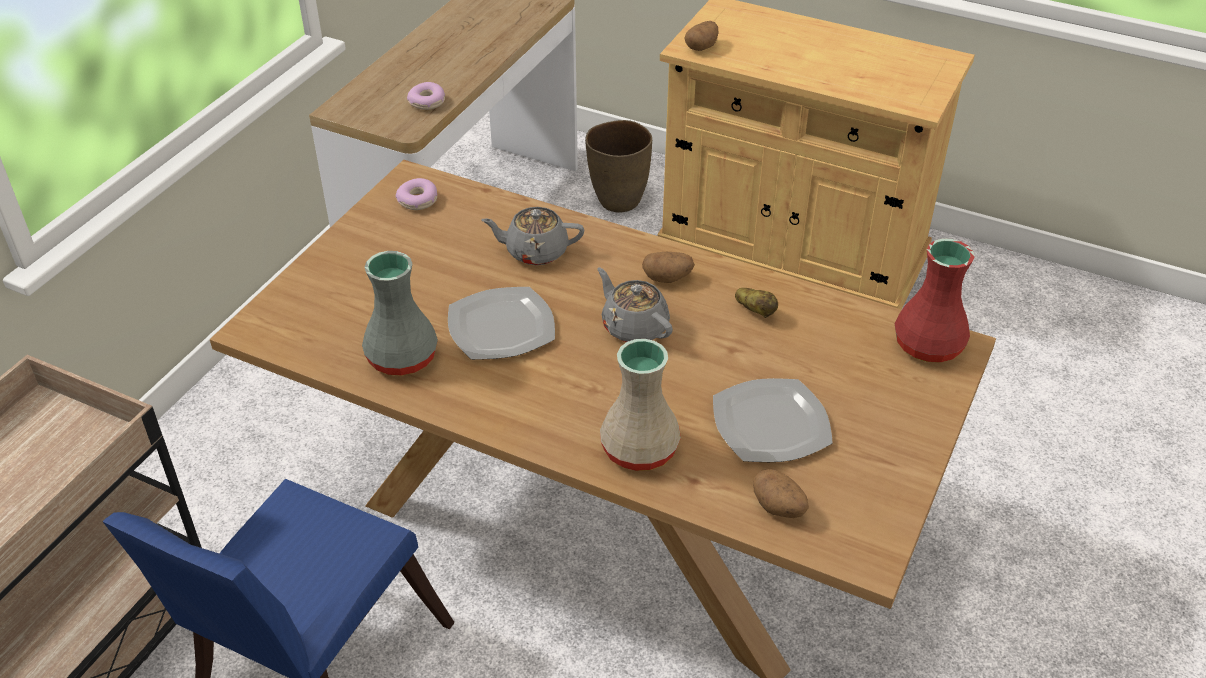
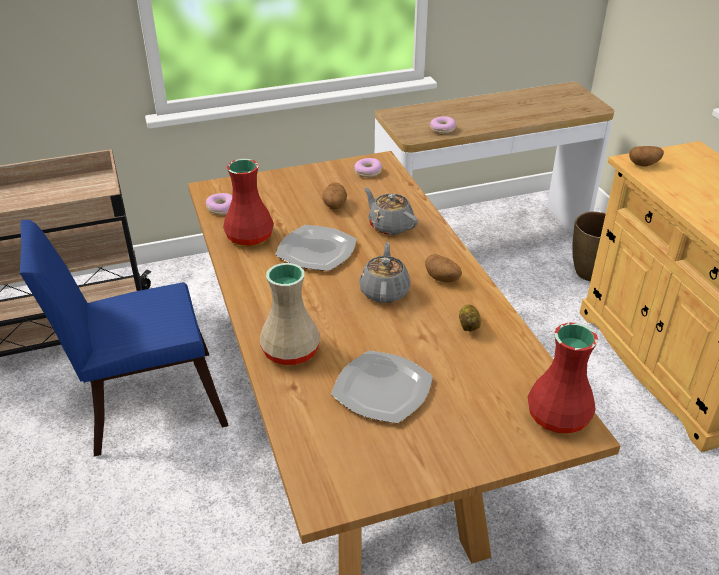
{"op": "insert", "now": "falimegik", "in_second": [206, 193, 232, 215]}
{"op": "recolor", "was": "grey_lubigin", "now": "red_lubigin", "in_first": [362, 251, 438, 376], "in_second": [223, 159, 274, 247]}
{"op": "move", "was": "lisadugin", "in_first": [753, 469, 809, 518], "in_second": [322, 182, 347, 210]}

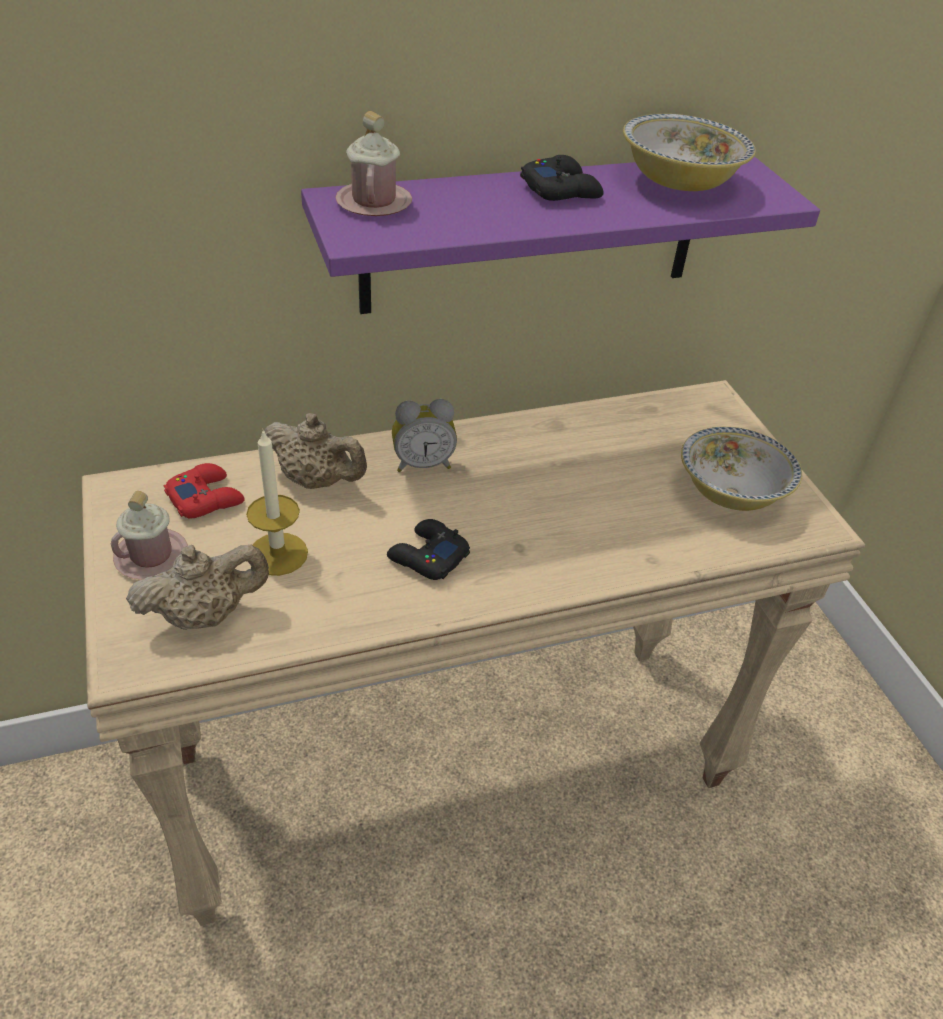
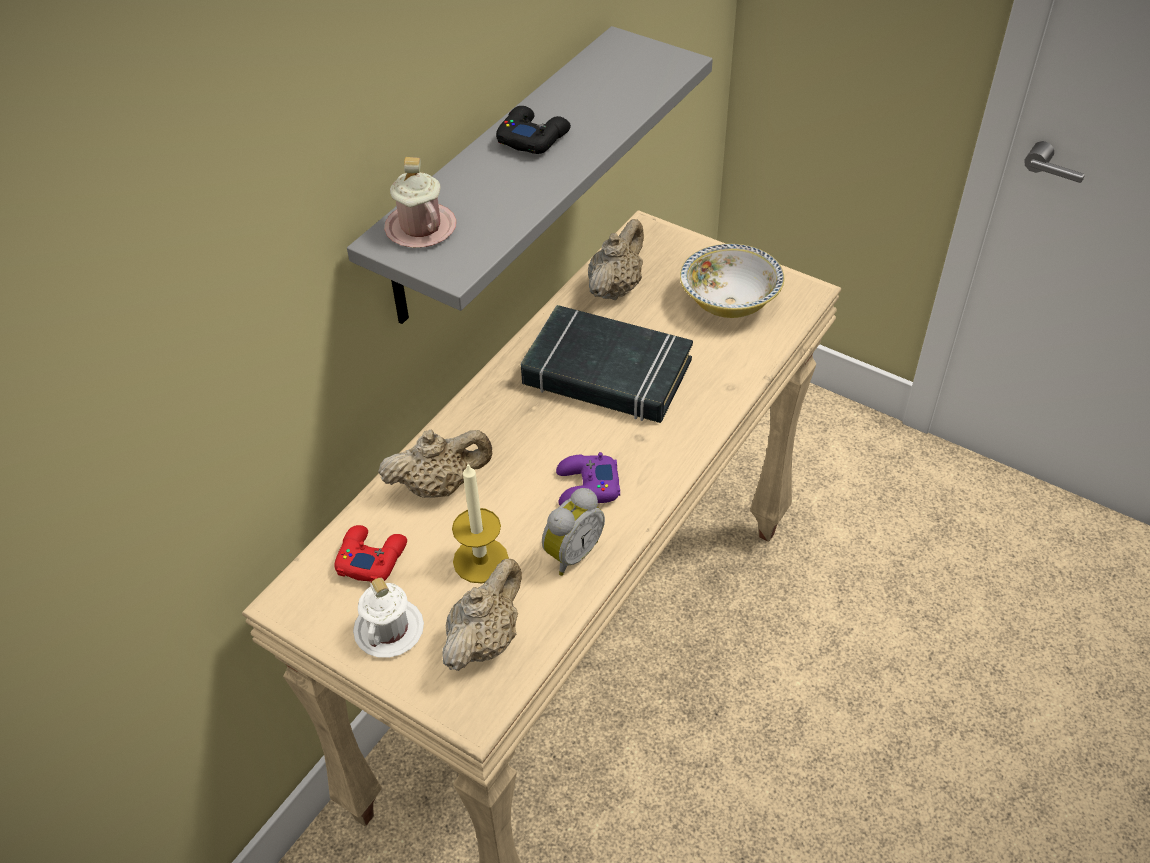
{"op": "recolor", "was": "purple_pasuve", "now": "grey_pasuve", "in_first": [301, 156, 820, 314], "in_second": [347, 26, 713, 324]}
{"op": "recolor", "was": "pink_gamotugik", "now": "white_gamotugik", "in_first": [111, 491, 188, 579], "in_second": [353, 578, 424, 658]}
{"op": "insert", "now": "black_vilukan", "in_second": [521, 305, 693, 423]}
{"op": "move", "was": "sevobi", "in_first": [392, 399, 457, 472], "in_second": [542, 488, 605, 576]}
{"op": "recolor", "was": "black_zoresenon", "now": "purple_zoresenon", "in_first": [387, 519, 470, 580], "in_second": [556, 452, 620, 505]}
{"op": "insert", "now": "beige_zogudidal", "in_second": [588, 219, 644, 300]}
{"op": "delete", "was": "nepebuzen", "in_first": [623, 114, 756, 191]}

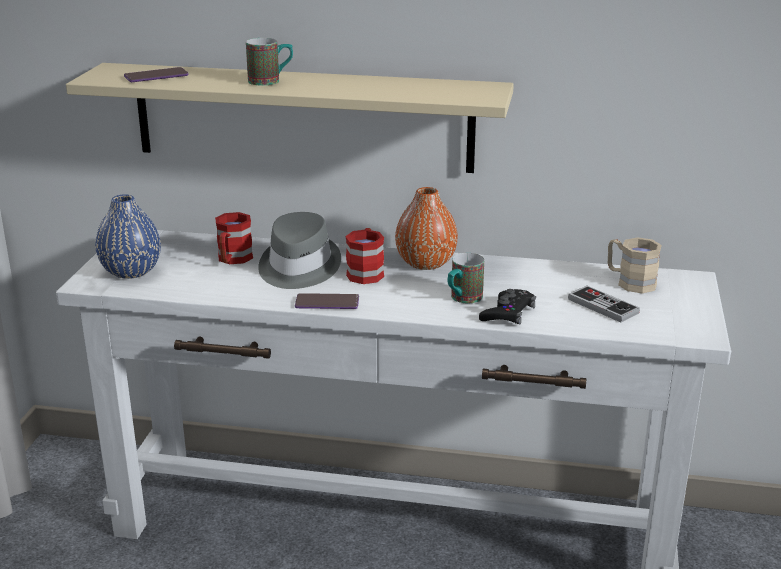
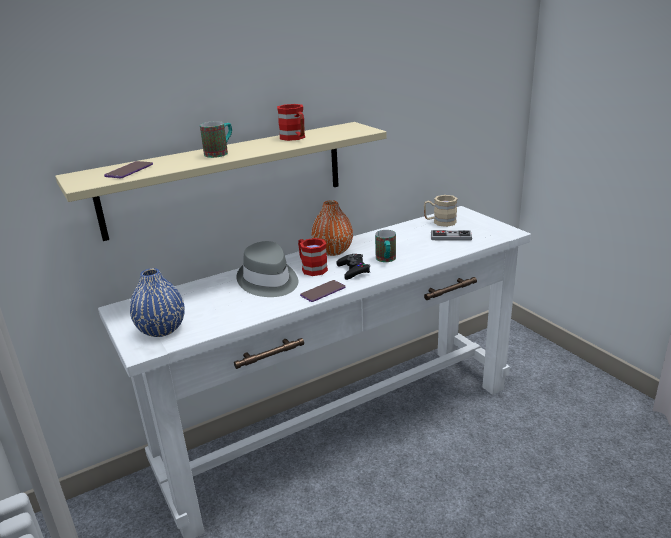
{"op": "move", "was": "red_gamotugik", "in_first": [215, 212, 253, 264], "in_second": [277, 104, 305, 141]}
{"op": "move", "was": "black_zoresenon", "in_first": [479, 289, 536, 325], "in_second": [336, 254, 370, 280]}

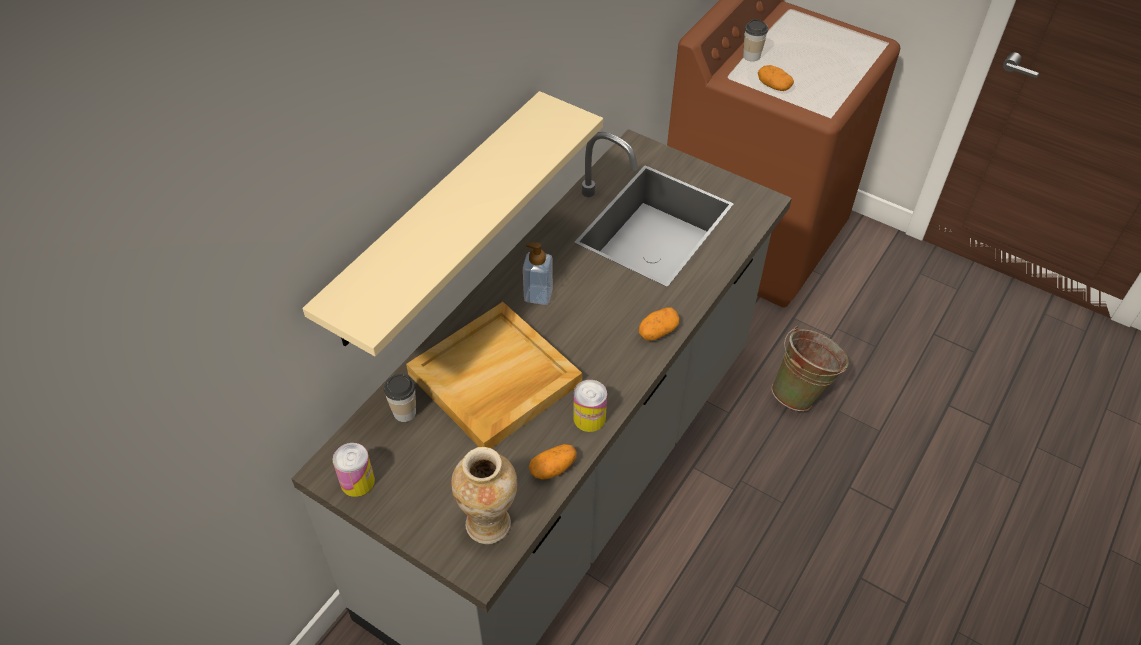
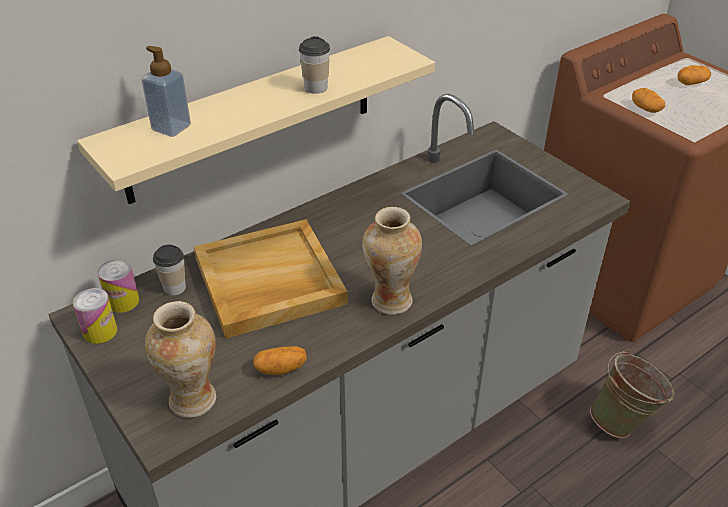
{"op": "move", "was": "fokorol", "in_first": [573, 380, 607, 432], "in_second": [97, 259, 139, 313]}
{"op": "move", "was": "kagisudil", "in_first": [523, 242, 553, 305], "in_second": [142, 46, 191, 137]}
{"op": "move", "was": "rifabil", "in_first": [743, 19, 768, 61], "in_second": [299, 36, 330, 94]}
{"op": "insert", "now": "lubigin", "in_second": [362, 207, 422, 315]}
{"op": "move", "was": "lisadugin", "in_first": [639, 307, 680, 341], "in_second": [677, 65, 711, 85]}

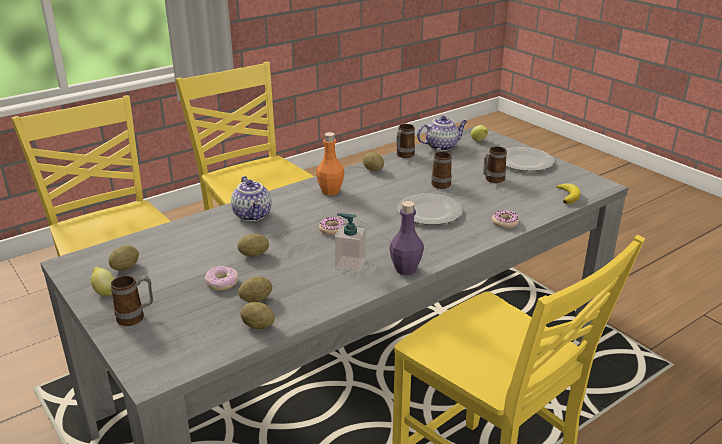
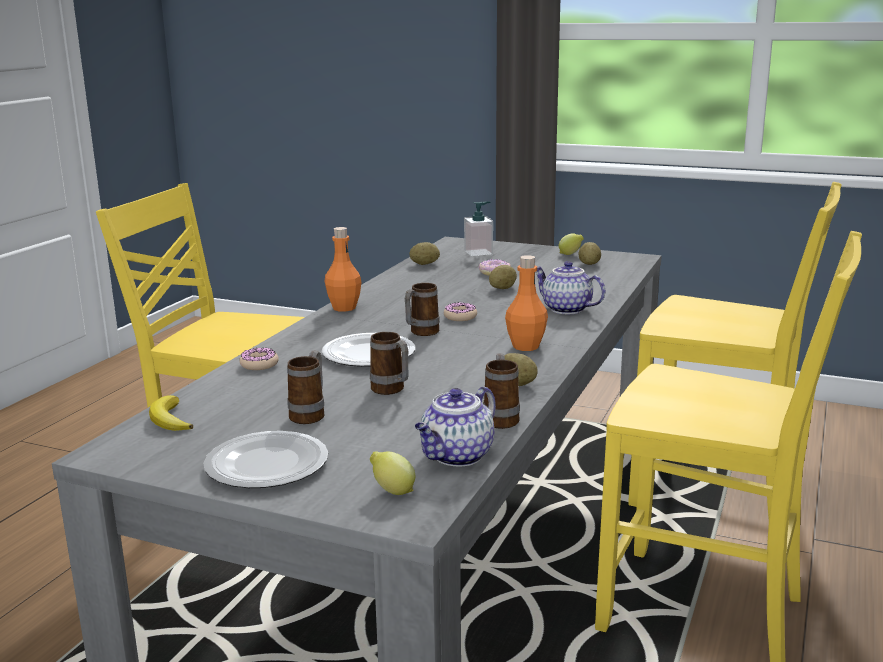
{"op": "recolor", "was": "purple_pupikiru", "now": "orange_pupikiru", "in_first": [389, 201, 424, 275], "in_second": [325, 227, 362, 312]}
{"op": "move", "was": "gamotugik", "in_first": [111, 275, 153, 326], "in_second": [405, 283, 440, 336]}
{"op": "move", "was": "kagisudil", "in_first": [335, 213, 366, 272], "in_second": [464, 201, 493, 256]}
{"op": "delete", "was": "lisadugin", "in_first": [238, 276, 272, 302]}

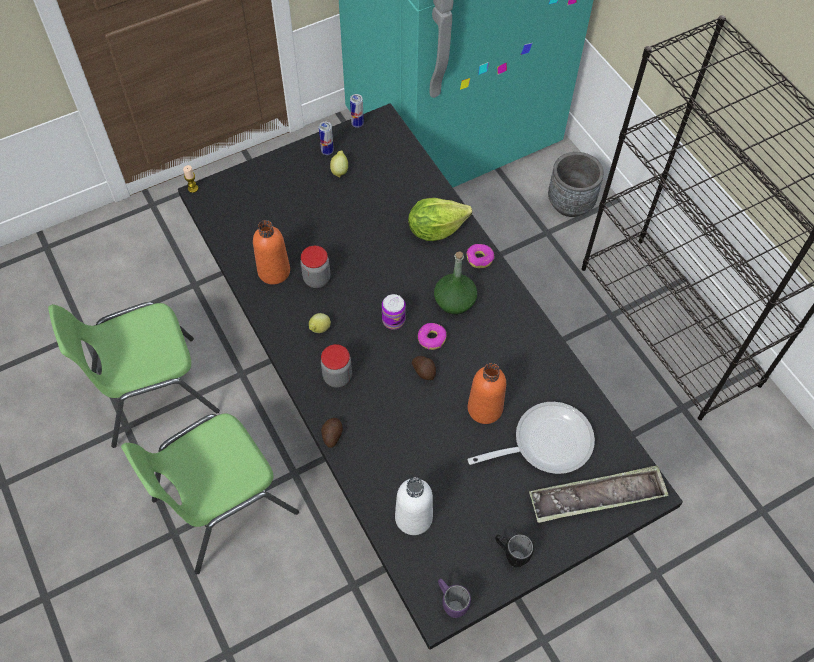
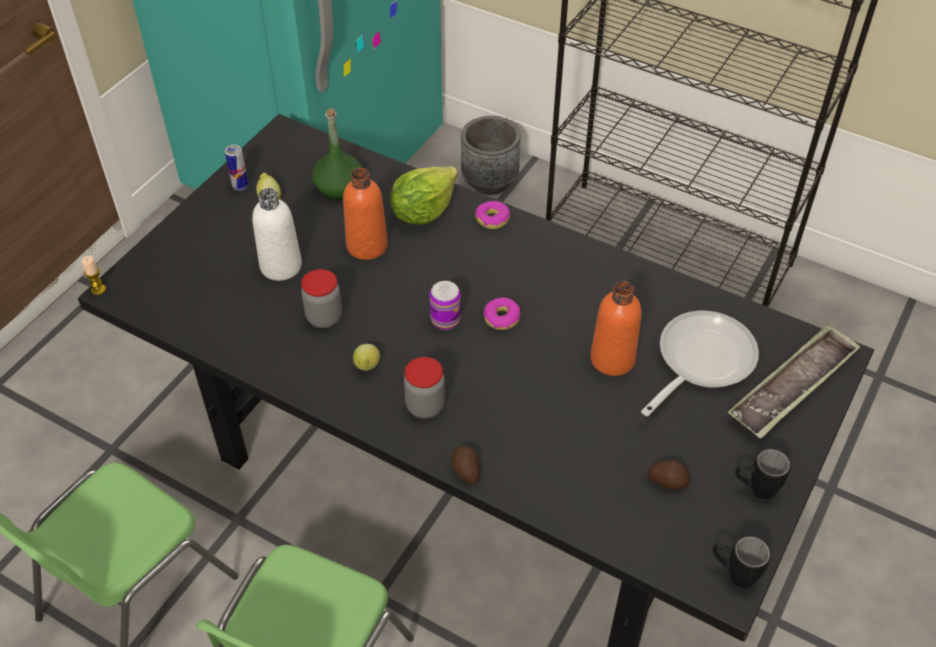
{"op": "move", "was": "white_pupikiru", "in_first": [395, 477, 433, 535], "in_second": [252, 188, 302, 281]}
{"op": "move", "was": "green_pupikiru", "in_first": [434, 251, 477, 315], "in_second": [312, 108, 362, 200]}
{"op": "move", "was": "orange_pupikiru", "in_first": [253, 220, 290, 285], "in_second": [343, 168, 388, 260]}
{"op": "move", "was": "lisadugin", "in_first": [412, 356, 436, 380], "in_second": [647, 460, 690, 490]}
{"op": "recolor", "was": "purple_gamotugik", "now": "black_gamotugik", "in_first": [438, 578, 471, 618], "in_second": [713, 536, 771, 588]}
{"op": "delete", "was": "fokorol", "in_first": [350, 94, 364, 128]}

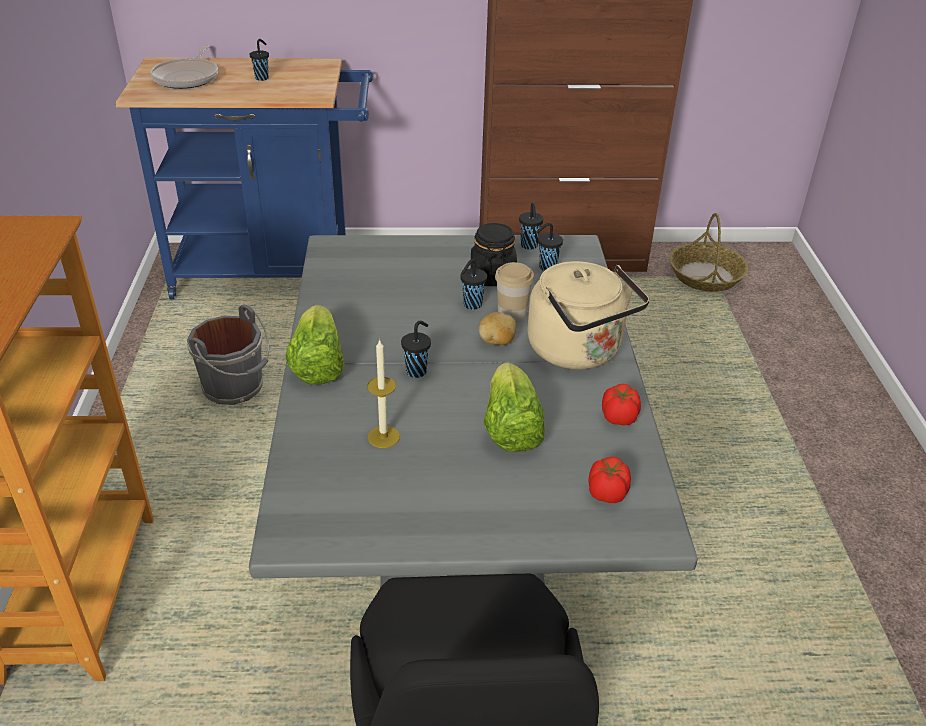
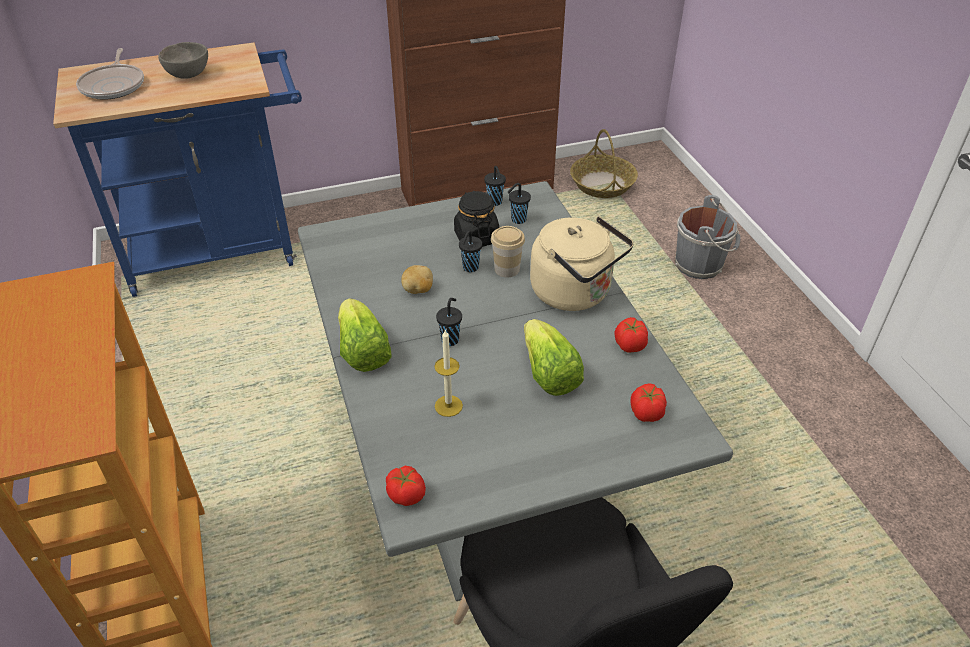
{"op": "replace", "was": "black_rifabil", "now": "grey_nepebuzen", "in_first": [249, 39, 269, 81], "in_second": [158, 42, 208, 79]}
{"op": "insert", "now": "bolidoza", "in_second": [386, 466, 426, 506]}
{"op": "move", "was": "lisadugin", "in_first": [479, 312, 516, 345], "in_second": [401, 265, 433, 294]}
{"op": "move", "was": "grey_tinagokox", "in_first": [187, 305, 269, 405], "in_second": [675, 195, 740, 279]}

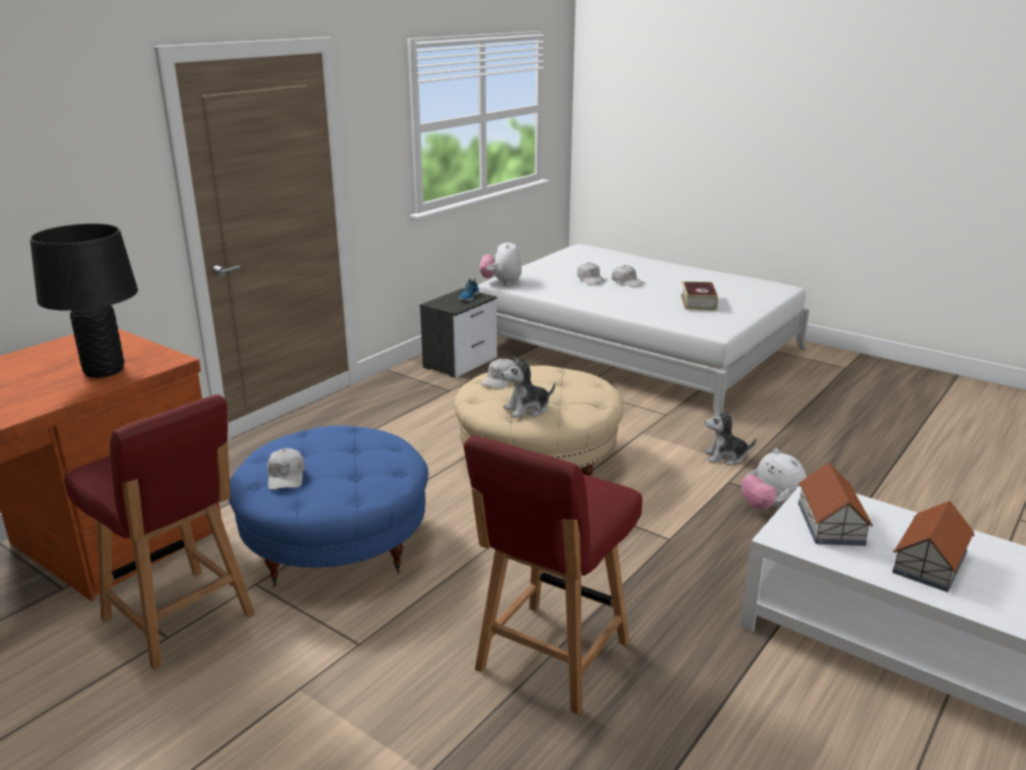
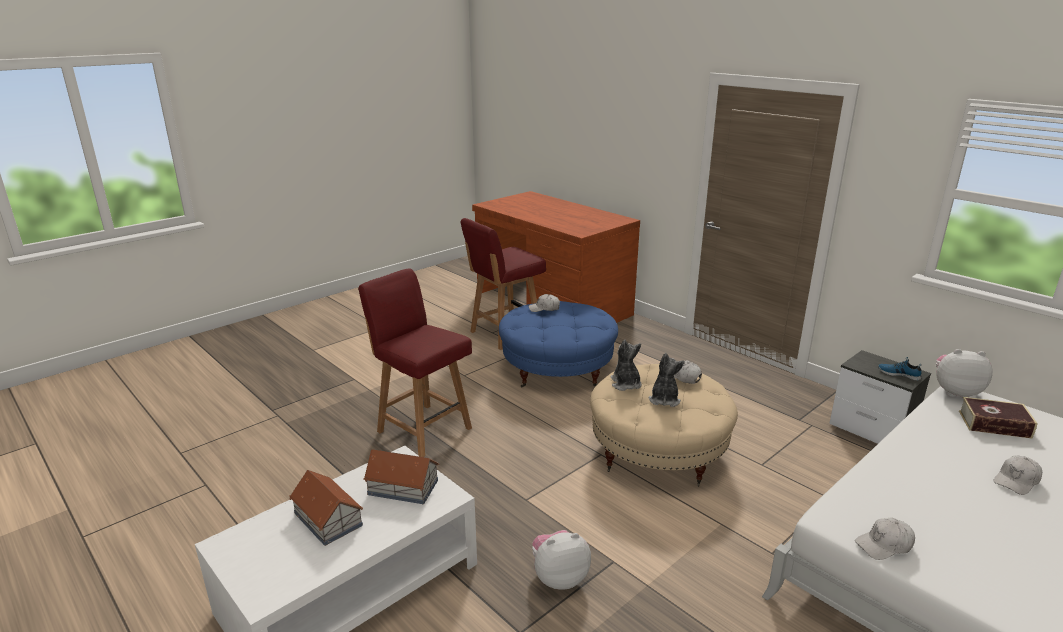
{"op": "move", "was": "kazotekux", "in_first": [705, 408, 756, 465], "in_second": [649, 353, 685, 407]}
{"op": "move", "was": "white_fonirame", "in_first": [577, 262, 605, 285], "in_second": [855, 517, 915, 560]}
{"op": "move", "was": "vilukan", "in_first": [681, 281, 718, 310], "in_second": [959, 397, 1038, 439]}
{"op": "delete", "was": "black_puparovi", "in_first": [30, 223, 138, 378]}

